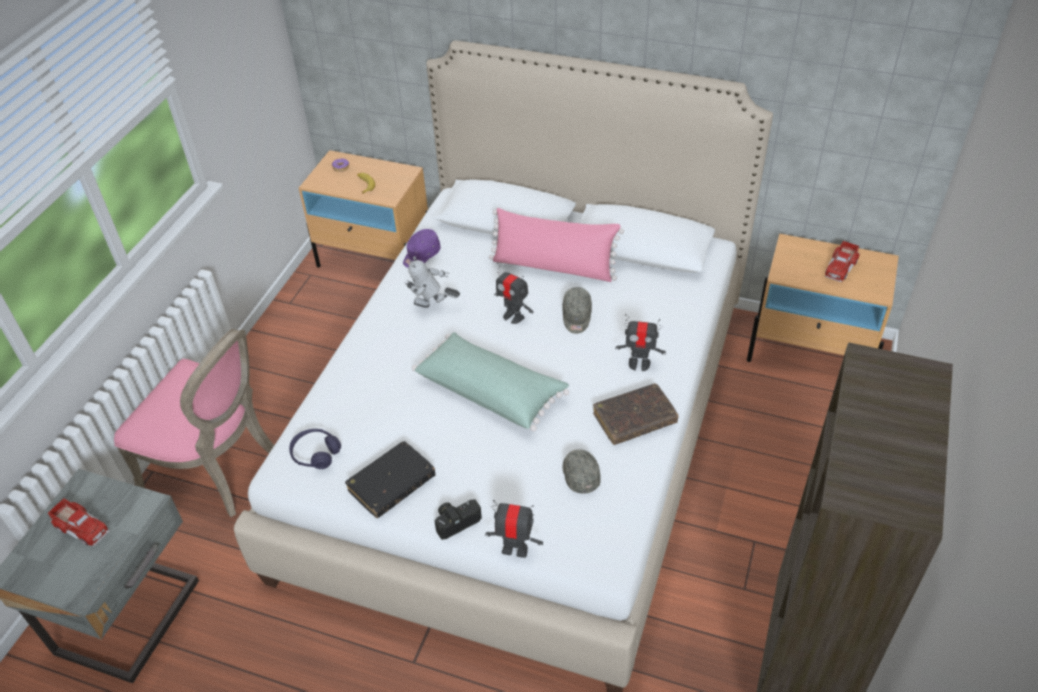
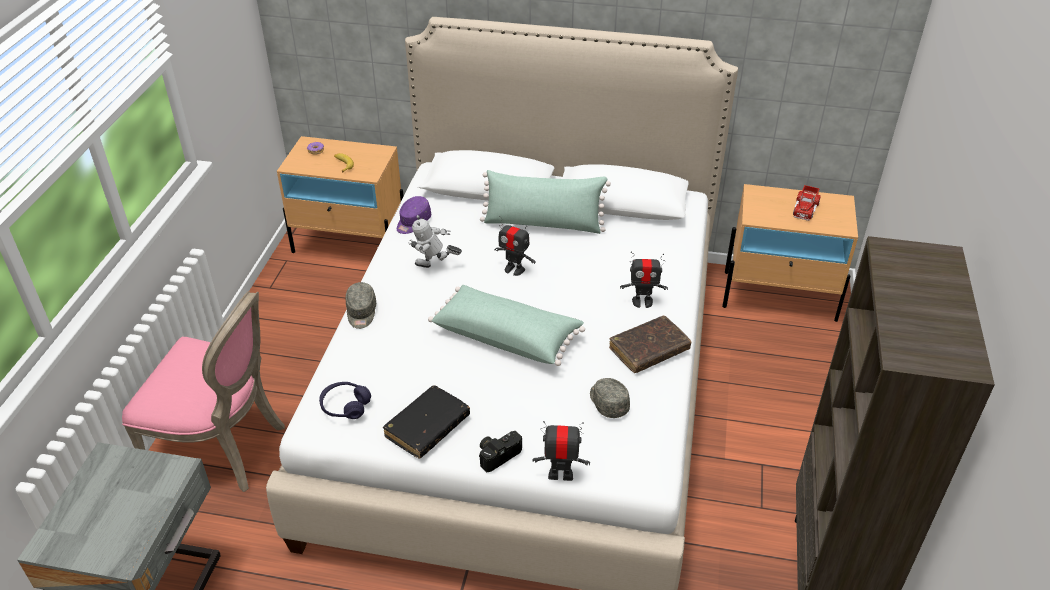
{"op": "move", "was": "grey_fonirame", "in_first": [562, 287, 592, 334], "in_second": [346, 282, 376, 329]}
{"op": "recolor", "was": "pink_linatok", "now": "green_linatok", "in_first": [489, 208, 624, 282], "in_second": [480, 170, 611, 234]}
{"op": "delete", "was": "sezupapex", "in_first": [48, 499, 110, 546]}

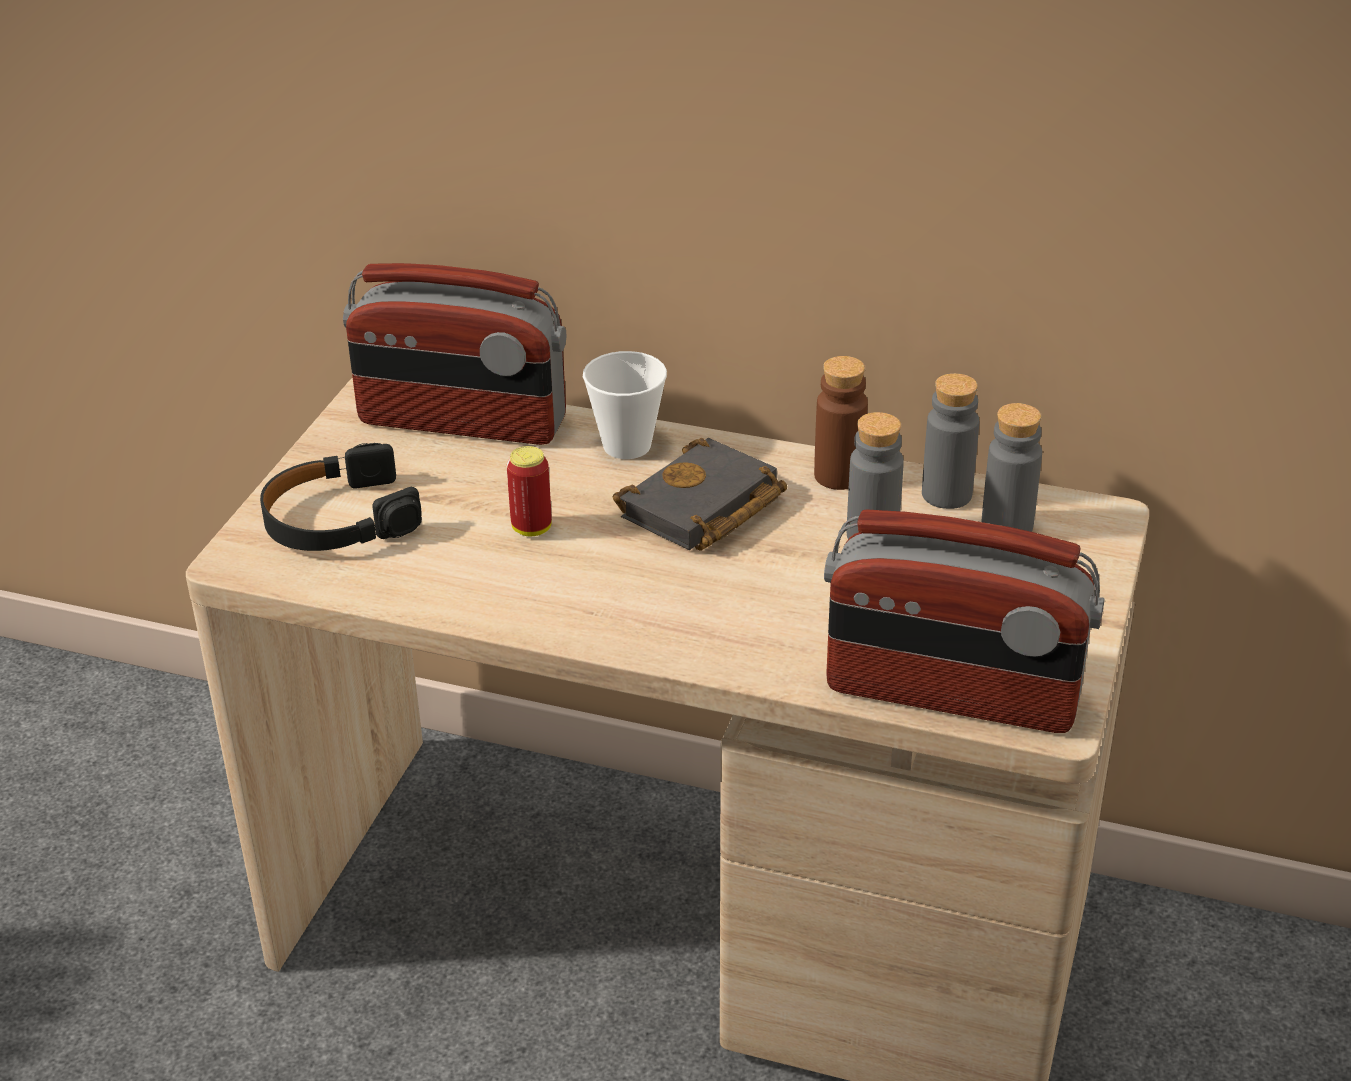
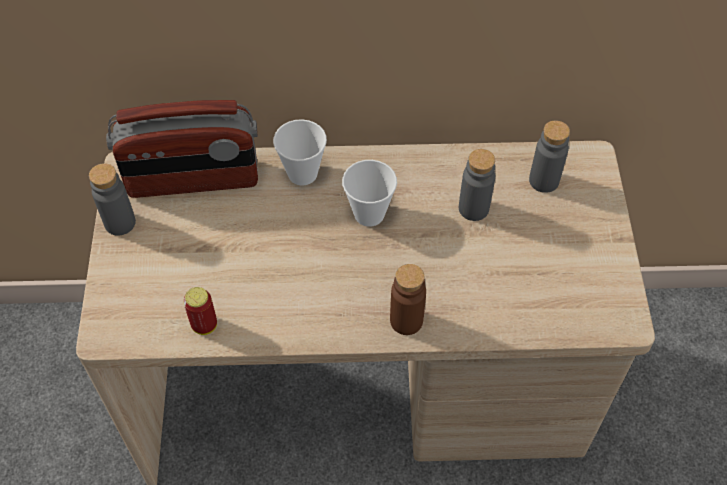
{"op": "move", "was": "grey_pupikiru", "in_first": [922, 373, 979, 509], "in_second": [89, 163, 136, 236]}
{"op": "move", "was": "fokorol", "in_first": [507, 446, 552, 536], "in_second": [183, 287, 217, 335]}
{"op": "replace", "was": "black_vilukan", "now": "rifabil", "in_first": [613, 438, 787, 551], "in_second": [342, 160, 397, 227]}
{"op": "move", "was": "brown_pupikiru", "in_first": [814, 356, 868, 490], "in_second": [390, 264, 426, 335]}
{"op": "delete", "was": "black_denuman", "in_first": [260, 443, 422, 551]}
{"op": "delete", "was": "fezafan", "in_first": [824, 509, 1105, 733]}

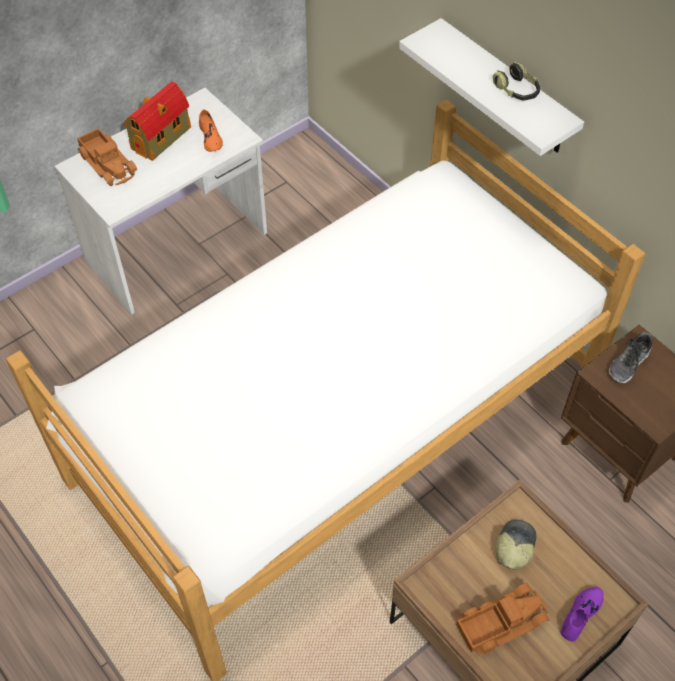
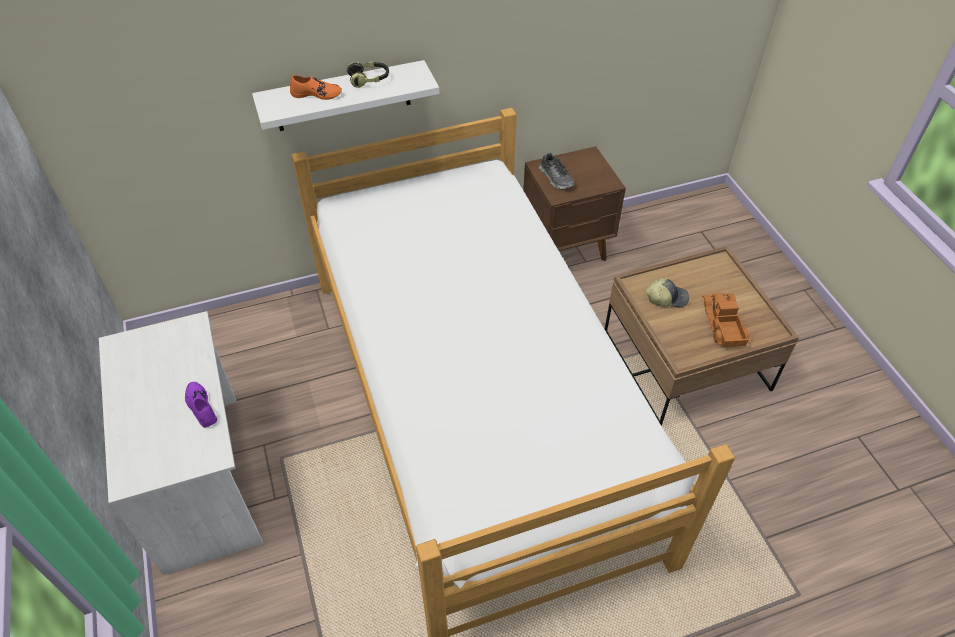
{"op": "move", "was": "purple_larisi", "in_first": [560, 587, 604, 642], "in_second": [185, 382, 217, 428]}
{"op": "move", "was": "orange_larisi", "in_first": [199, 109, 223, 152], "in_second": [290, 75, 342, 100]}
{"op": "rotate", "was": "fonirame", "in_first": [496, 520, 536, 570], "in_second": [646, 278, 689, 307], "clockwise": 135}
{"op": "delete", "was": "sezupapex", "in_first": [77, 128, 137, 186]}
{"op": "delete", "was": "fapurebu", "in_first": [124, 81, 191, 161]}

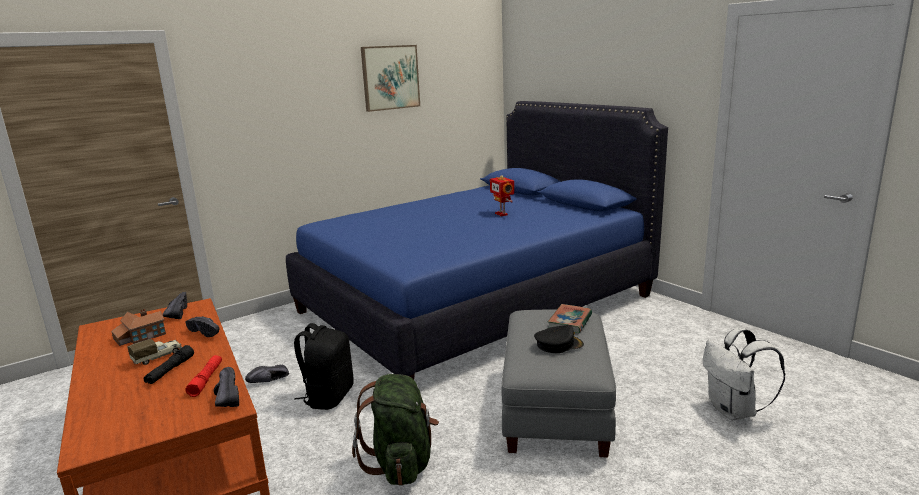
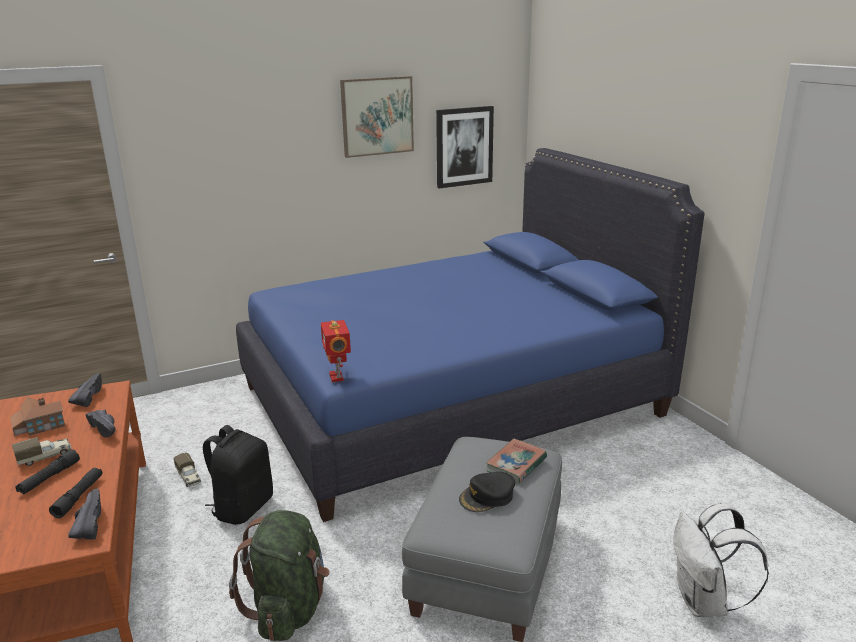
{"op": "recolor", "was": "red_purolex", "now": "black_purolex", "in_first": [185, 355, 222, 397], "in_second": [49, 468, 103, 518]}
{"op": "replace", "was": "black_larisi", "now": "sezupapex", "in_first": [245, 365, 289, 383], "in_second": [174, 453, 201, 487]}
{"op": "move", "was": "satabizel", "in_first": [490, 175, 514, 216], "in_second": [321, 320, 351, 382]}
{"op": "insert", "now": "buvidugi", "in_second": [436, 106, 494, 188]}
{"op": "rotate", "was": "black_fonirame", "in_first": [534, 325, 584, 353], "in_second": [459, 472, 515, 512], "clockwise": 150}

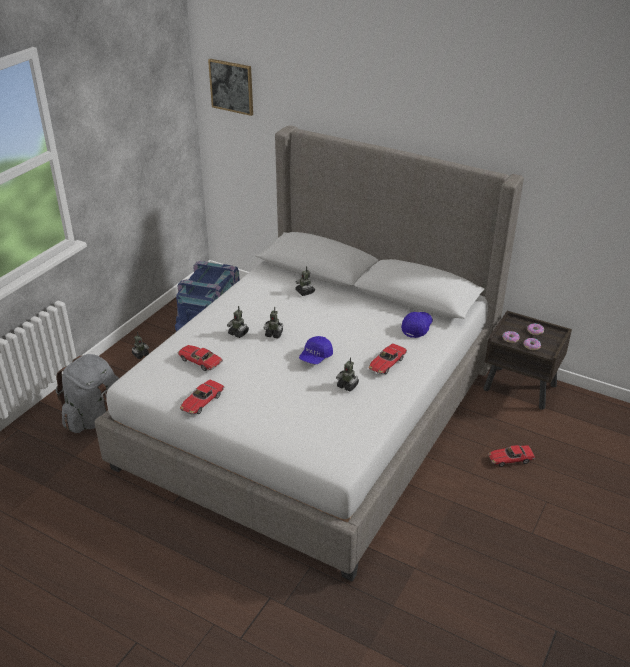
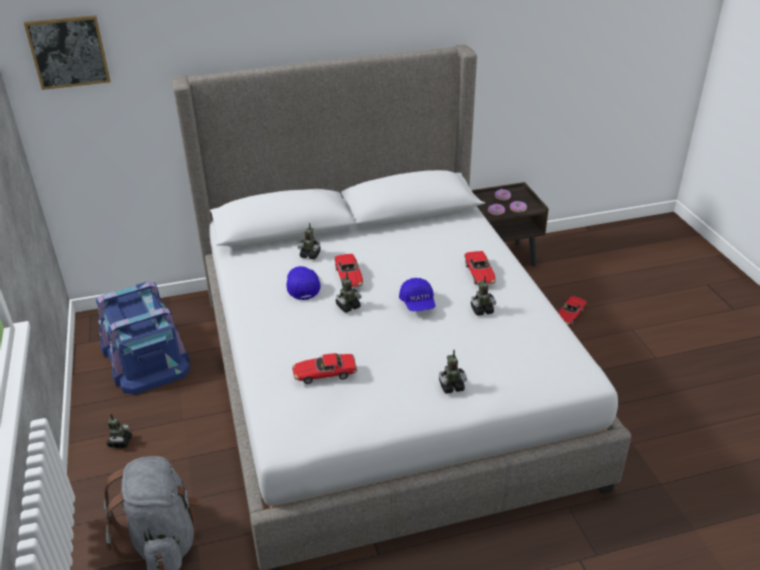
{"op": "move", "was": "blue_fonirame", "in_first": [401, 312, 433, 338], "in_second": [286, 266, 321, 300]}
{"op": "move", "was": "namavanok", "in_first": [180, 380, 224, 415], "in_second": [334, 254, 363, 287]}
{"op": "move", "was": "satabizel", "in_first": [227, 306, 249, 338], "in_second": [439, 350, 467, 394]}

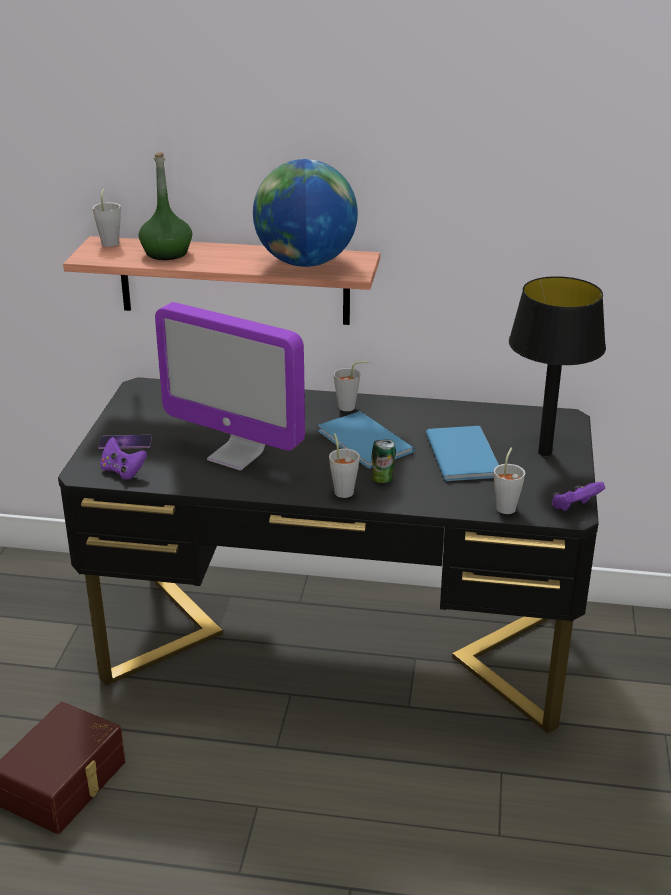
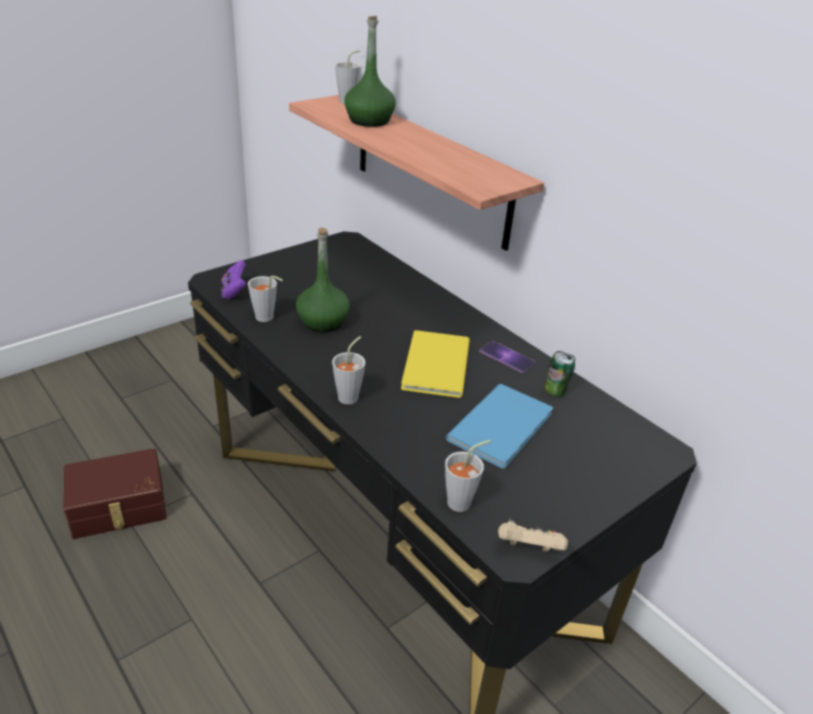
{"op": "move", "was": "grey_rifabil", "in_first": [333, 361, 369, 411], "in_second": [248, 276, 283, 322]}
{"op": "replace", "was": "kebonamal", "now": "green_pupikiru", "in_first": [155, 302, 305, 470], "in_second": [296, 227, 350, 332]}
{"op": "recolor", "was": "blue_vilukan", "now": "yellow_vilukan", "in_first": [318, 411, 415, 468], "in_second": [401, 330, 470, 398]}
{"op": "move", "was": "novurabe", "in_first": [98, 435, 152, 449], "in_second": [479, 341, 535, 373]}
{"op": "recolor", "was": "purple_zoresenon", "now": "beige_zoresenon", "in_first": [552, 482, 605, 511], "in_second": [498, 518, 568, 552]}
{"op": "move", "was": "fokorol", "in_first": [371, 439, 396, 483], "in_second": [544, 351, 575, 397]}
{"op": "delete", "was": "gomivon", "in_first": [253, 159, 358, 267]}
{"op": "delete", "was": "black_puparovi", "in_first": [509, 276, 606, 456]}

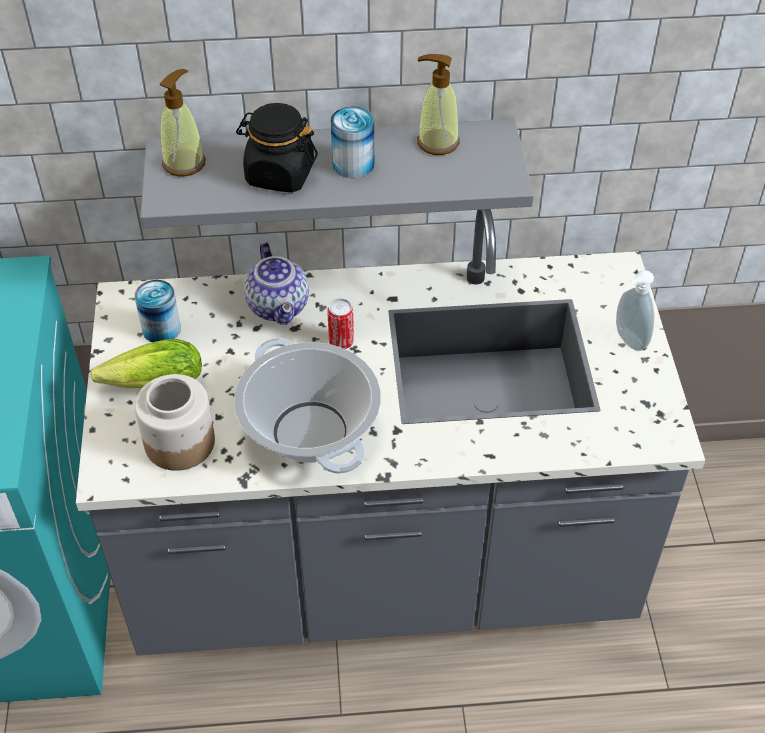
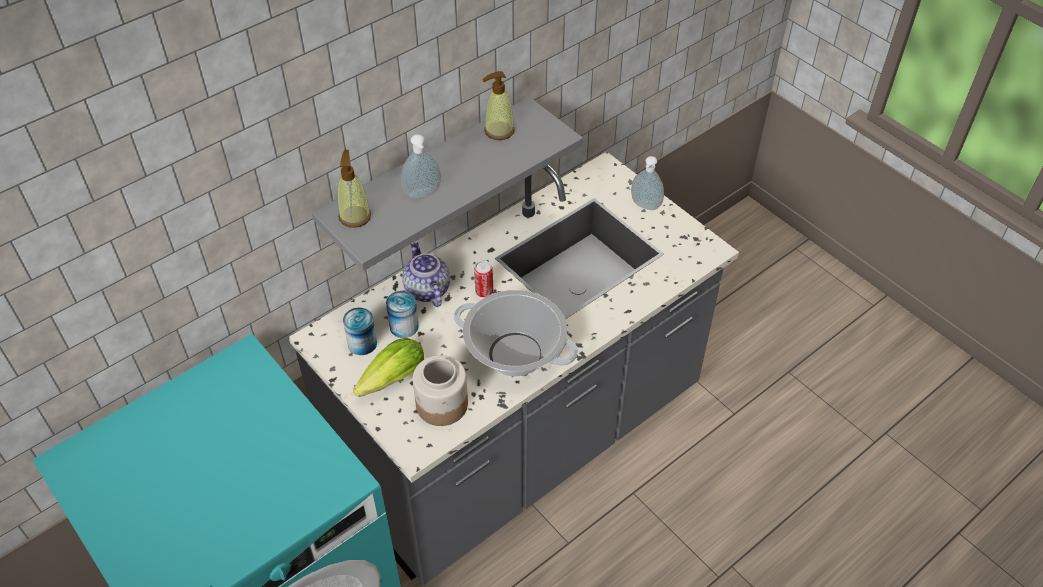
{"op": "move", "was": "fokorol", "in_first": [331, 106, 374, 178], "in_second": [386, 291, 419, 338]}
{"op": "replace", "was": "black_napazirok", "now": "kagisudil", "in_first": [236, 103, 318, 192], "in_second": [401, 134, 441, 198]}
{"op": "rotate", "was": "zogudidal", "in_first": [244, 242, 309, 325], "in_second": [402, 241, 450, 307], "clockwise": -150}

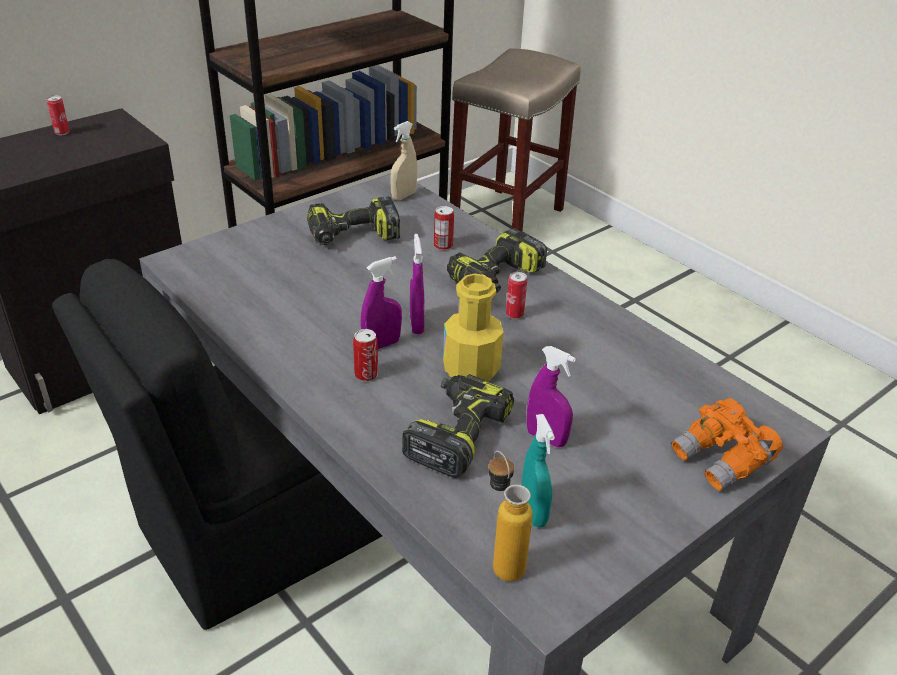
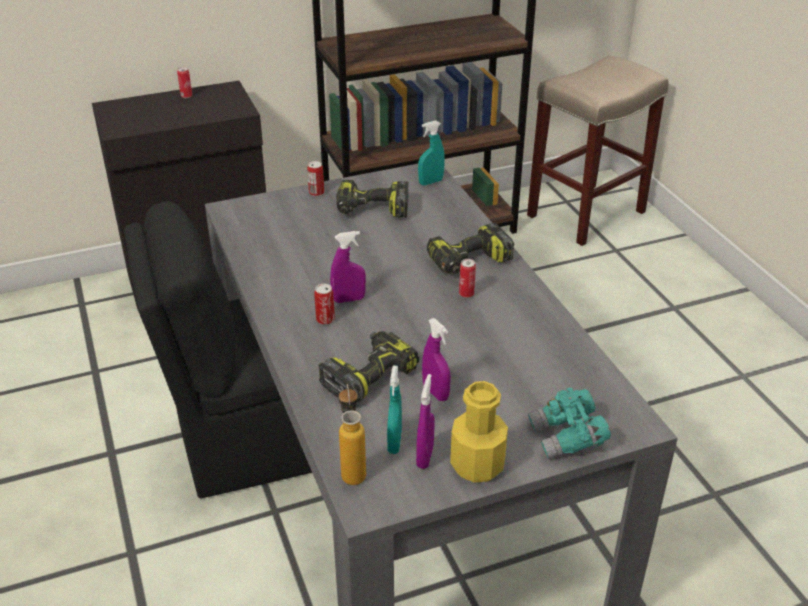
{"op": "move", "was": "fokorol", "in_first": [434, 206, 454, 250], "in_second": [307, 161, 324, 196]}
{"op": "move", "was": "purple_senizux", "in_first": [410, 234, 425, 334], "in_second": [416, 374, 434, 469]}
{"op": "recolor", "was": "beige_senizux", "now": "turquoise_senizux", "in_first": [390, 121, 417, 201], "in_second": [418, 121, 445, 185]}
{"op": "move", "was": "yellow_pupikiru", "in_first": [443, 274, 504, 382], "in_second": [450, 381, 508, 483]}
{"op": "recolor", "was": "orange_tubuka", "now": "turquoise_tubuka", "in_first": [671, 398, 783, 491], "in_second": [528, 388, 611, 459]}

